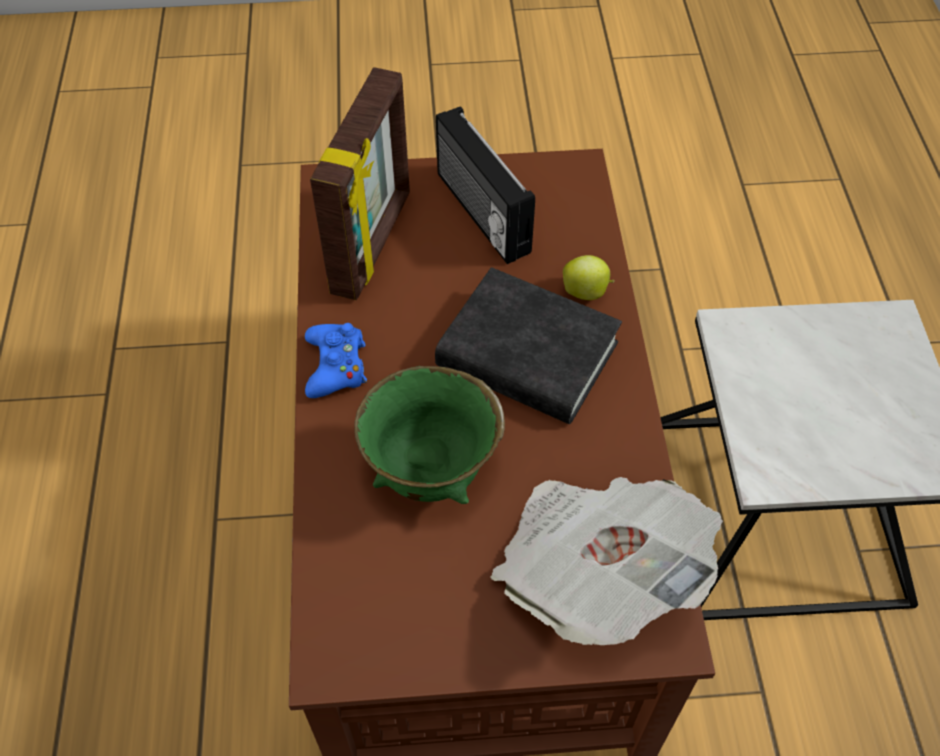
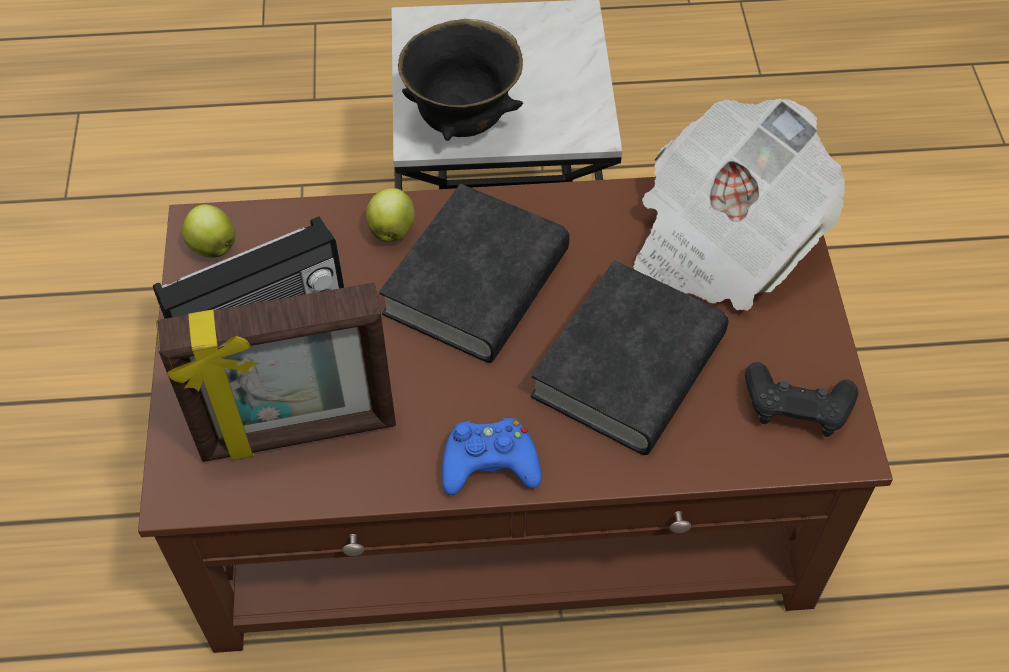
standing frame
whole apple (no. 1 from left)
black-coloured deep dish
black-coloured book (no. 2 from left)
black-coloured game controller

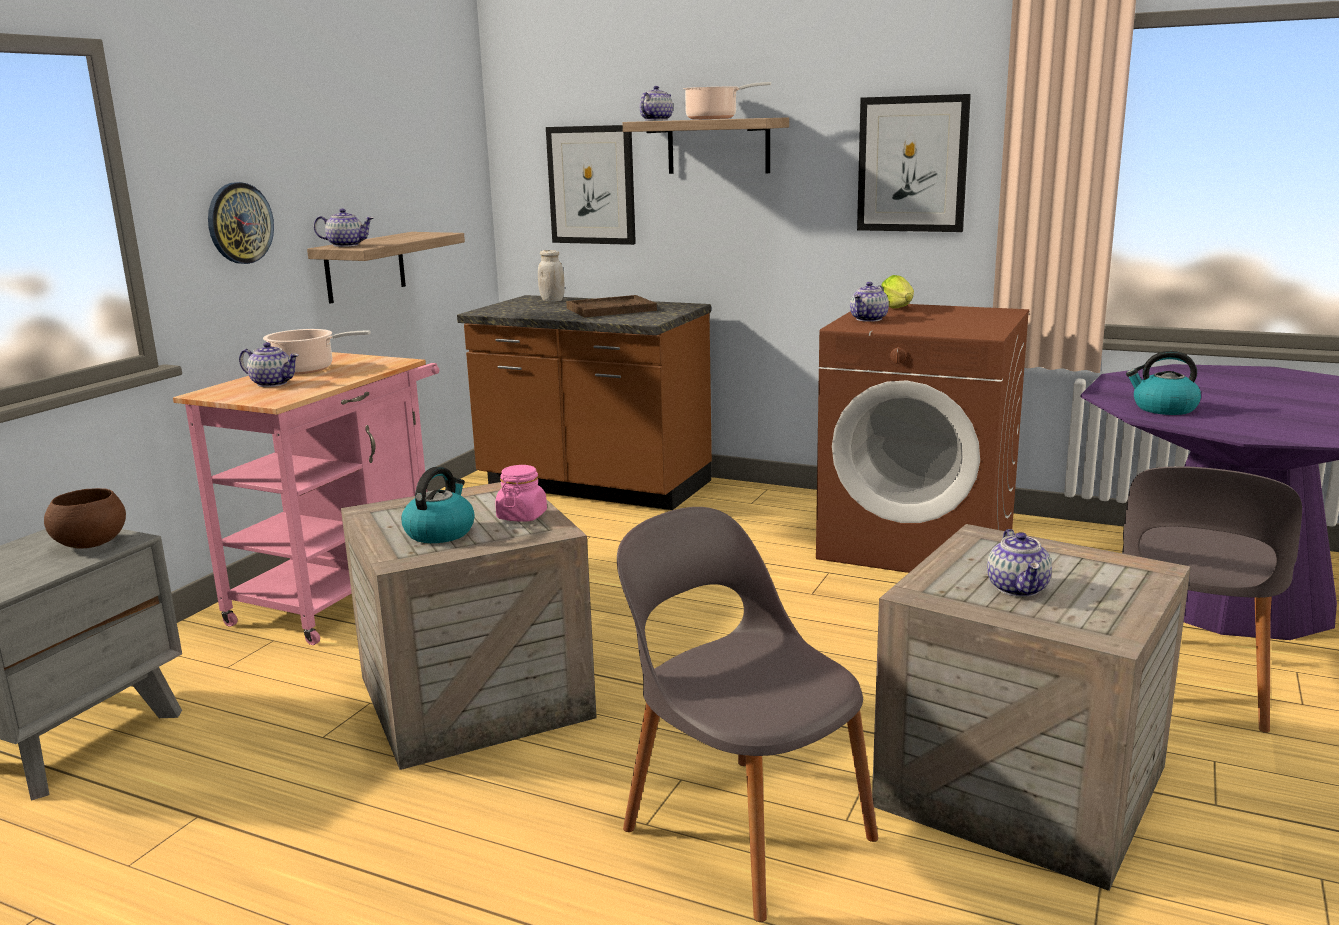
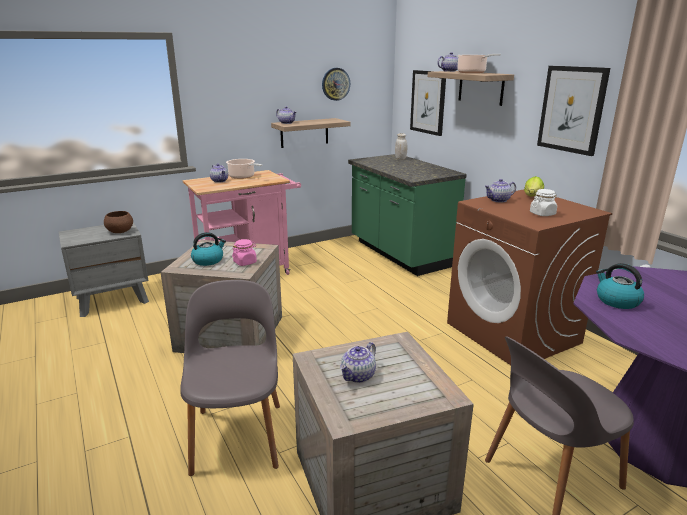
wall clock
green-coloured counter
white-coloured storage jar (no. 2 from left)
brown carrying tray

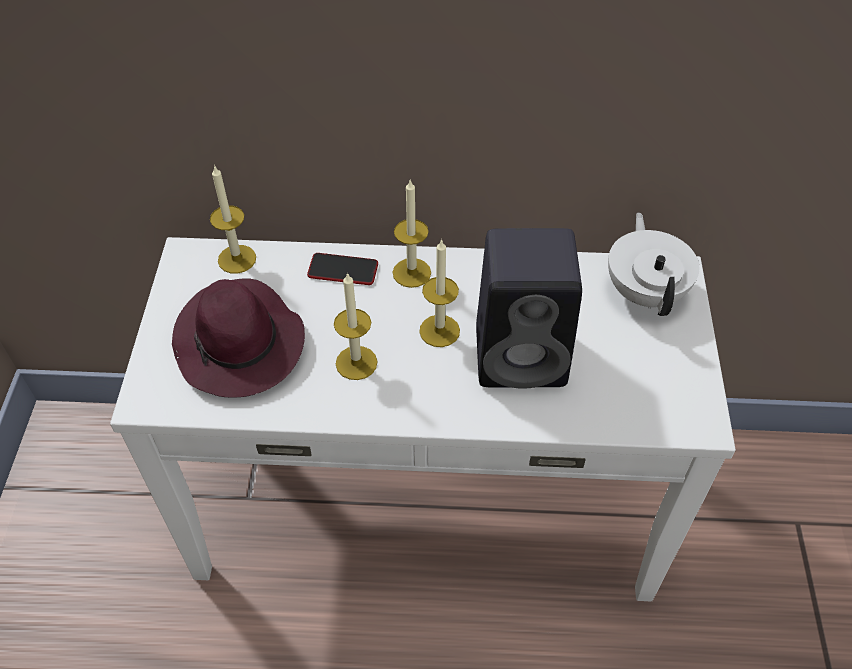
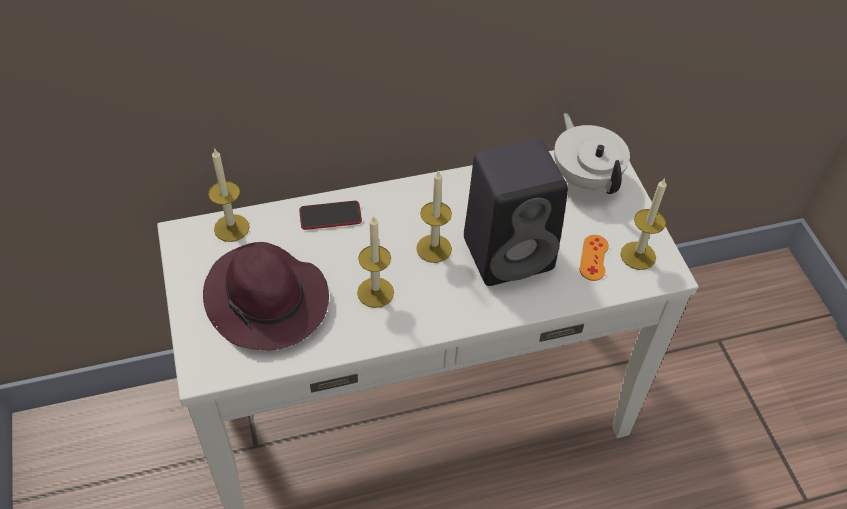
orange game controller
wax light (no. 4 from left)

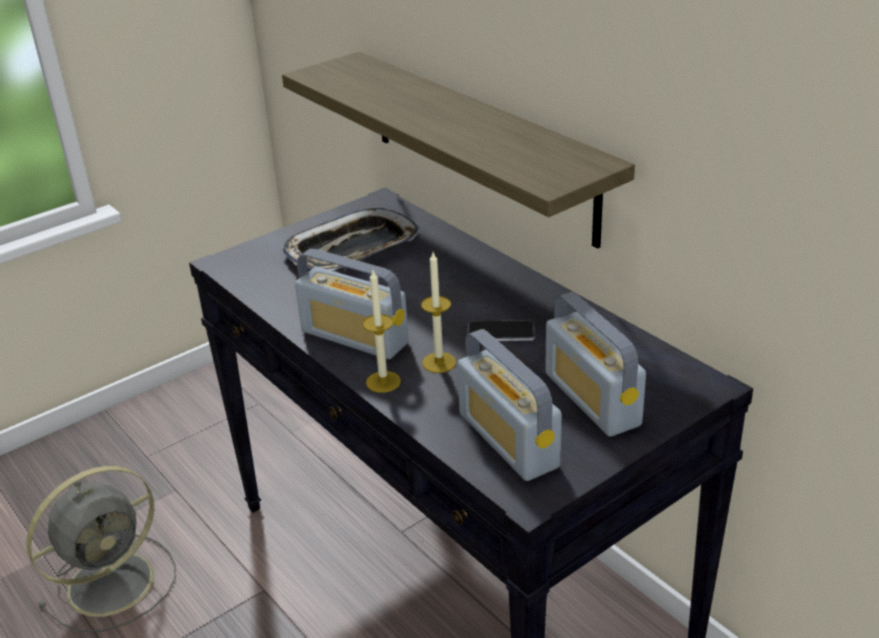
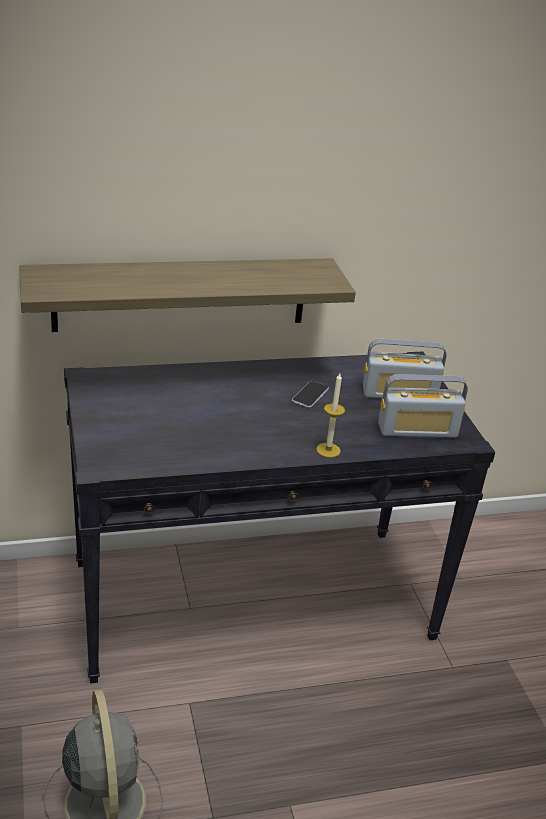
carrying tray
radio receiver (no. 1 from left in the first image)
wax light (no. 2 from left in the first image)

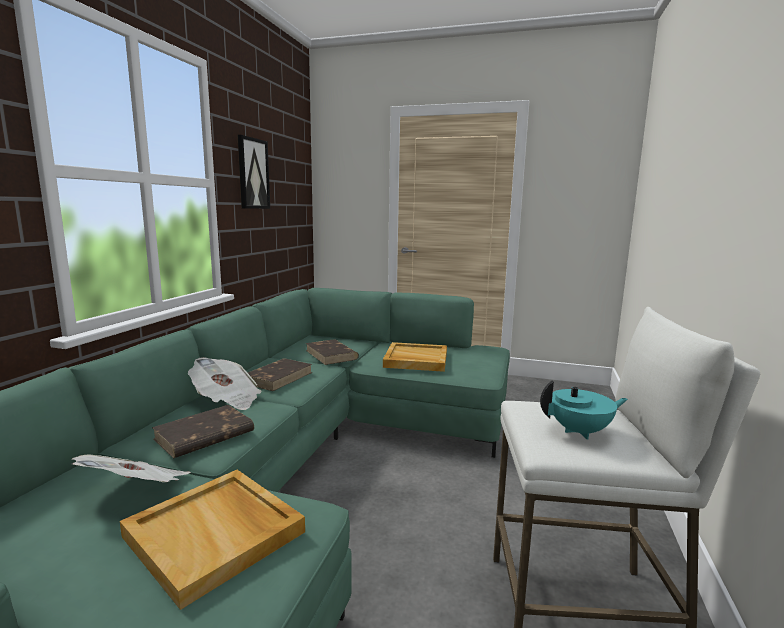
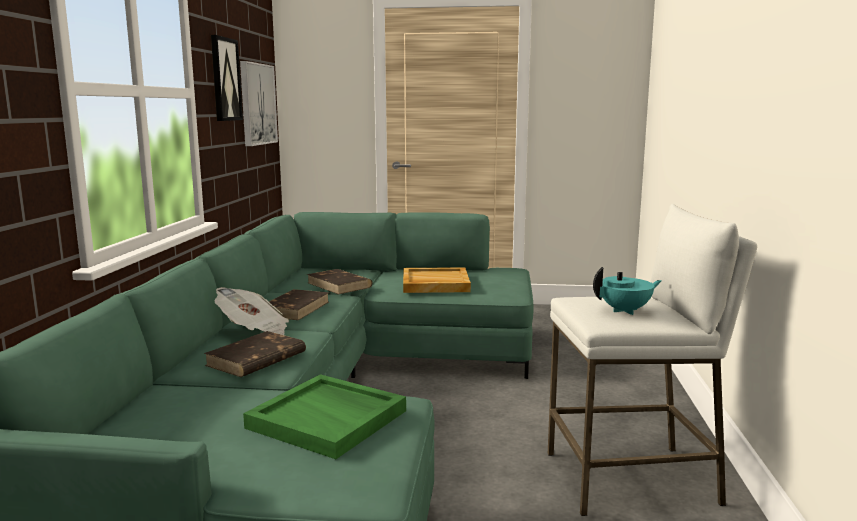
picture (no. 2 from left)
green-coloured carrying tray
daily paper (no. 1 from left in the first image)

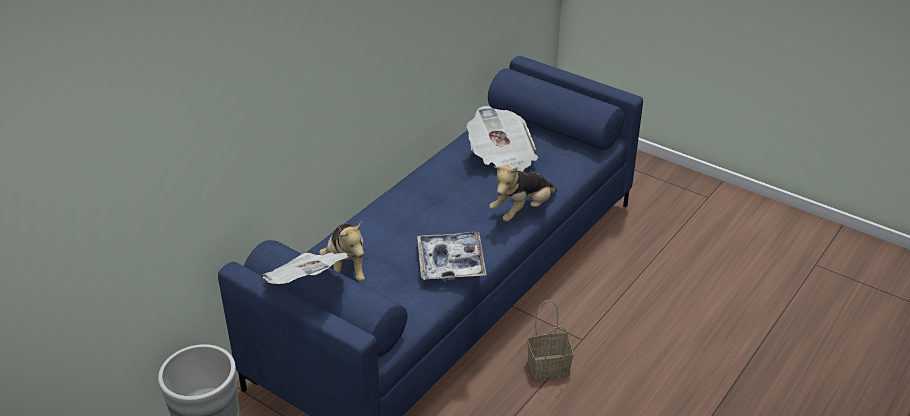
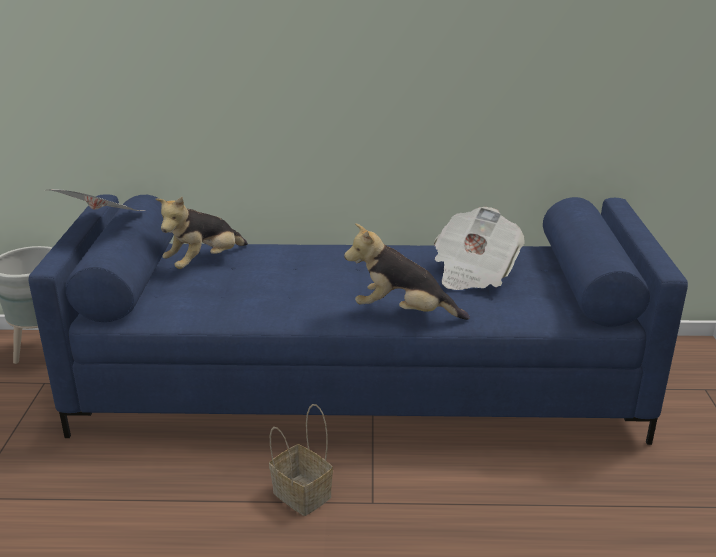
carrying tray

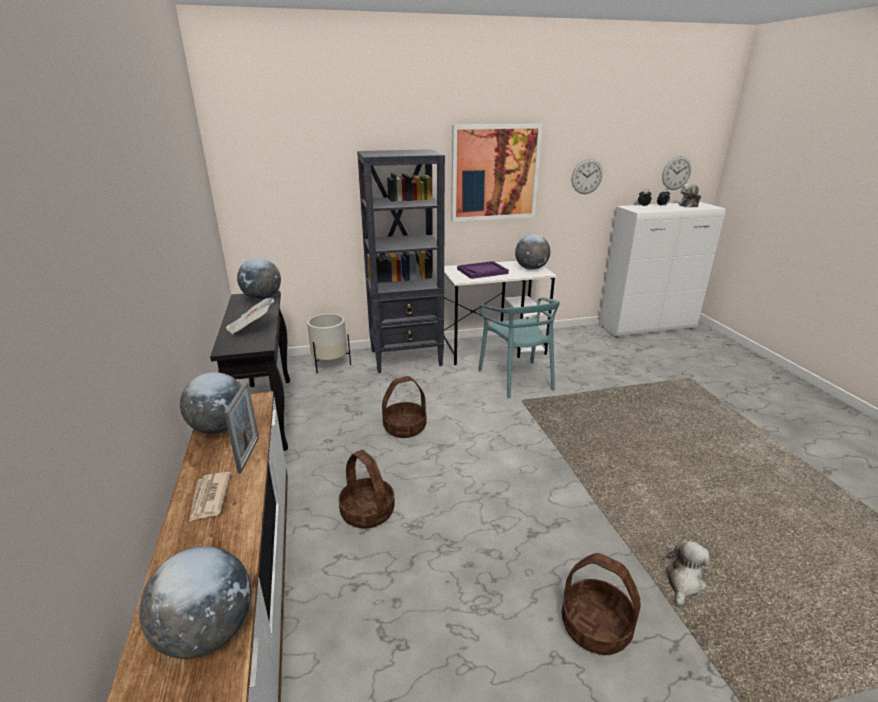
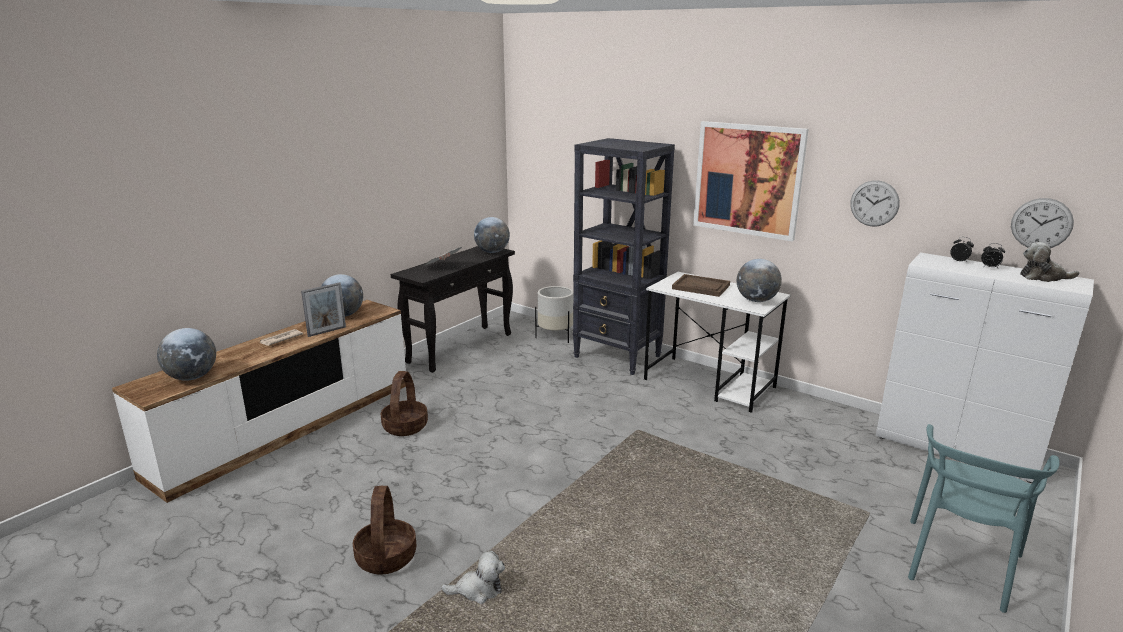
brown carrying tray
blue-green plain chair
storage basket (no. 2 from left in the first image)

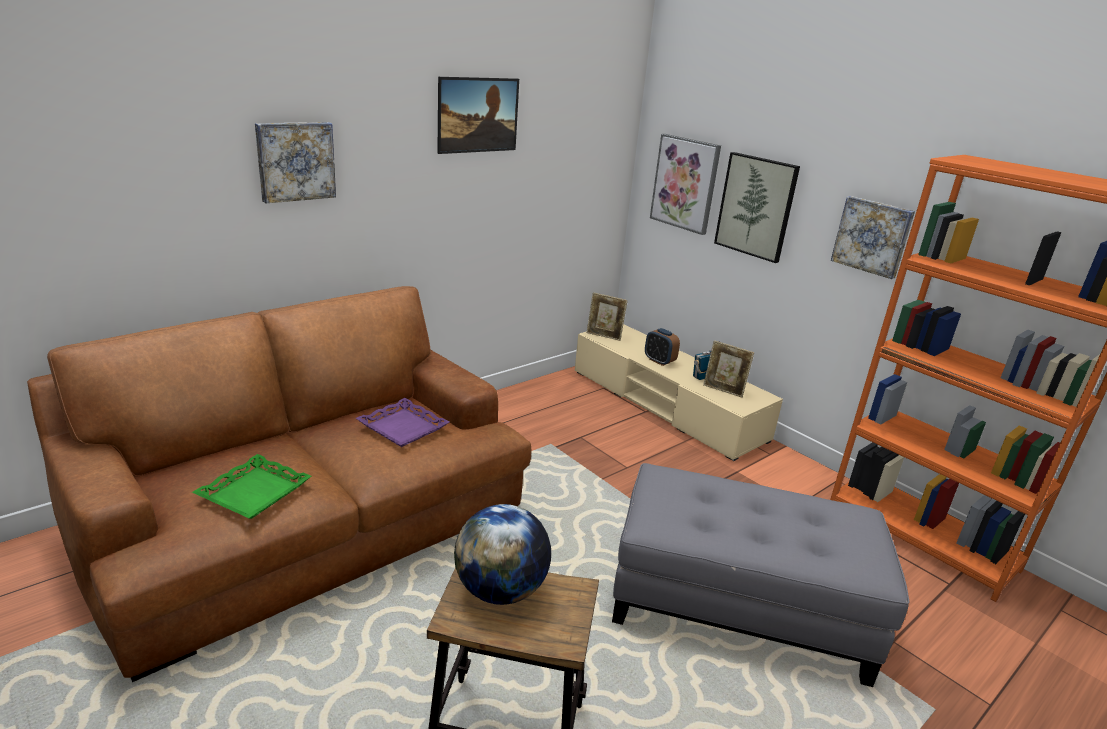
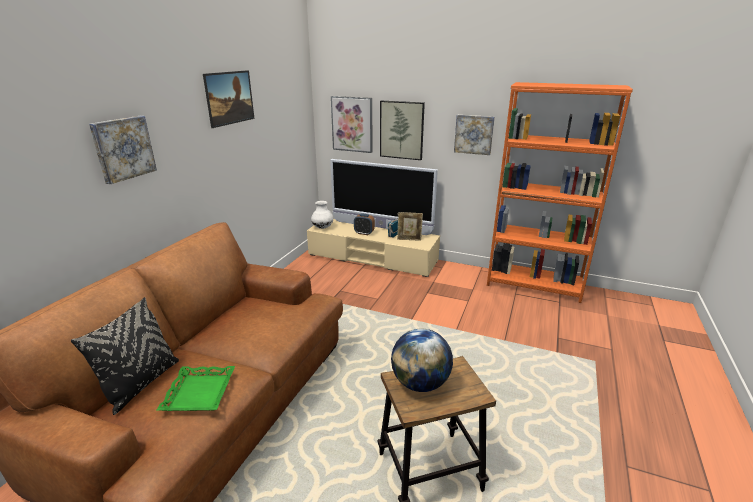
black-coloured throw pillow
white-coloured decorative vase
TV set
purplish carrying tray
greyish pouffe

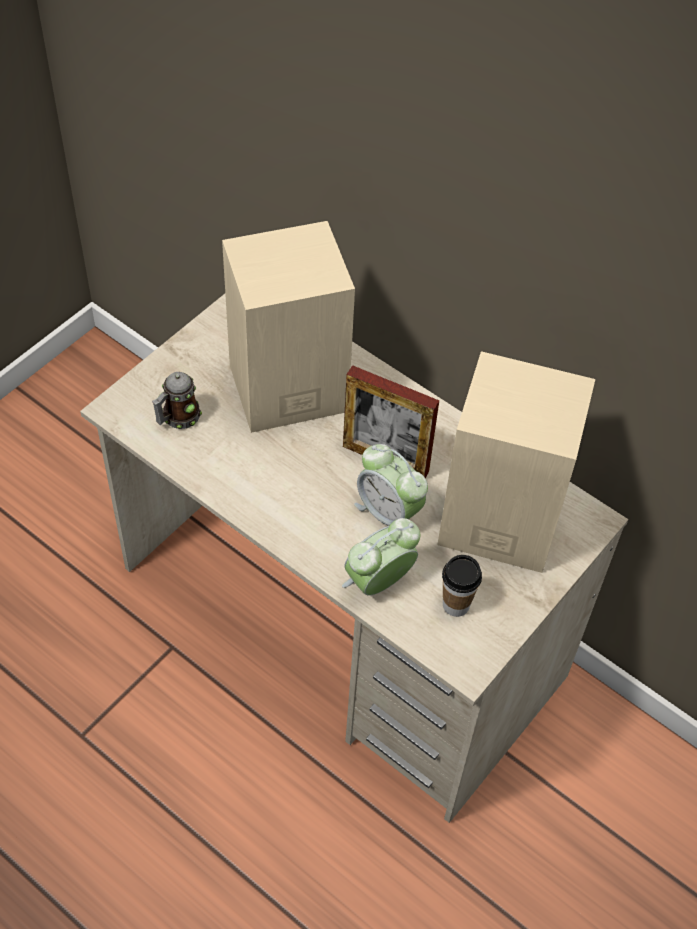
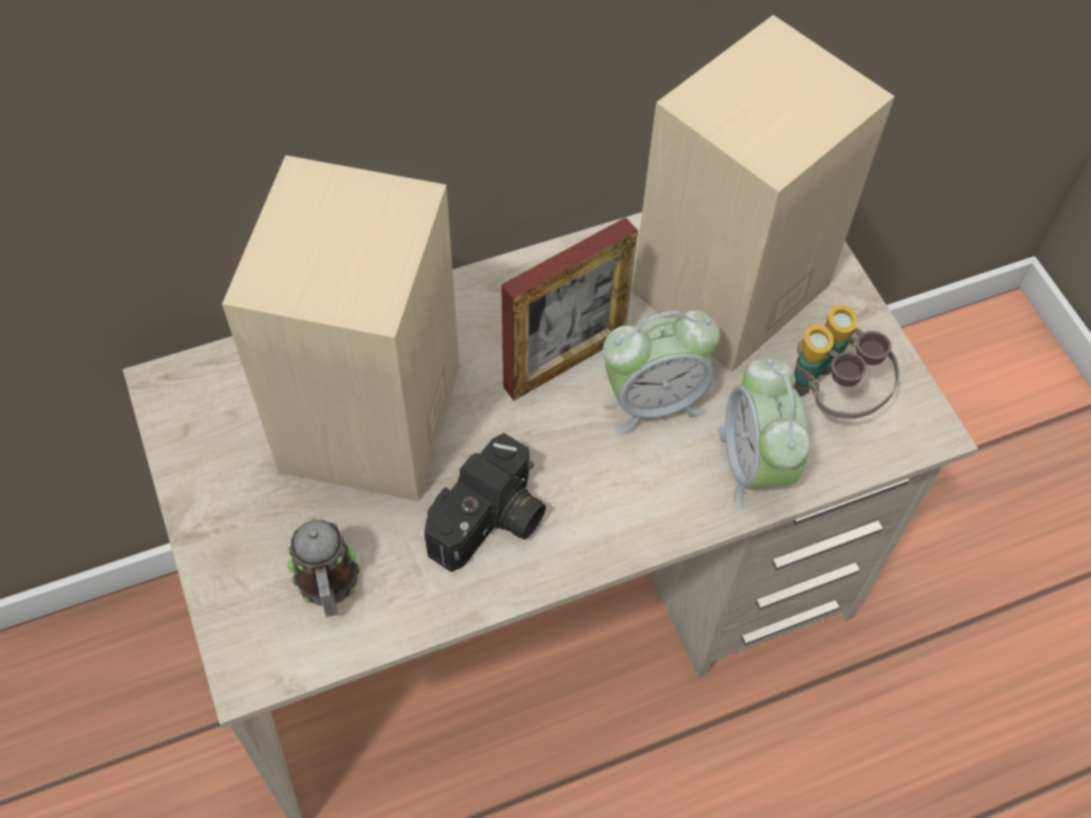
photo camera
binoculars

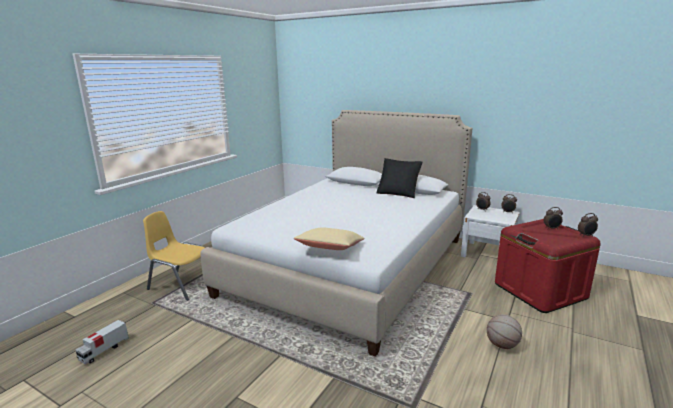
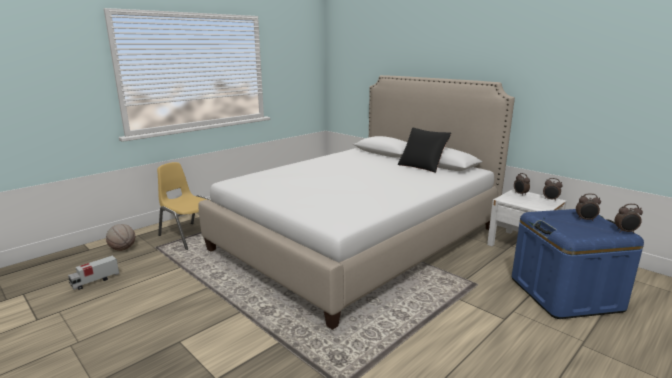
basketball ball
blue storage container
beige throw pillow

